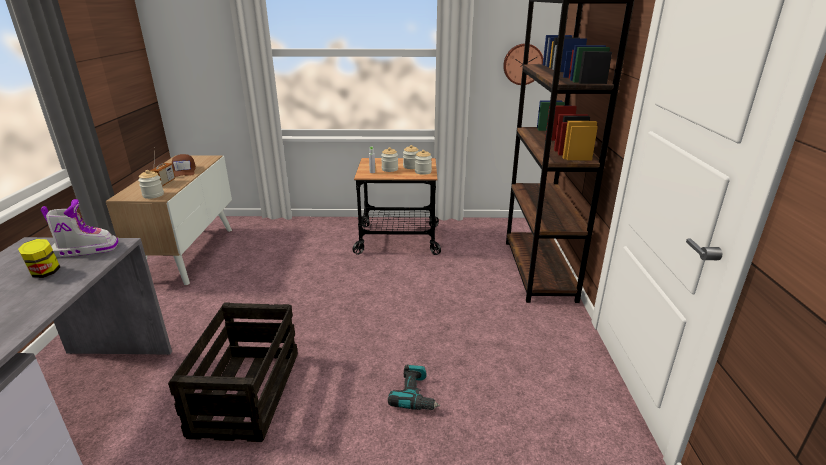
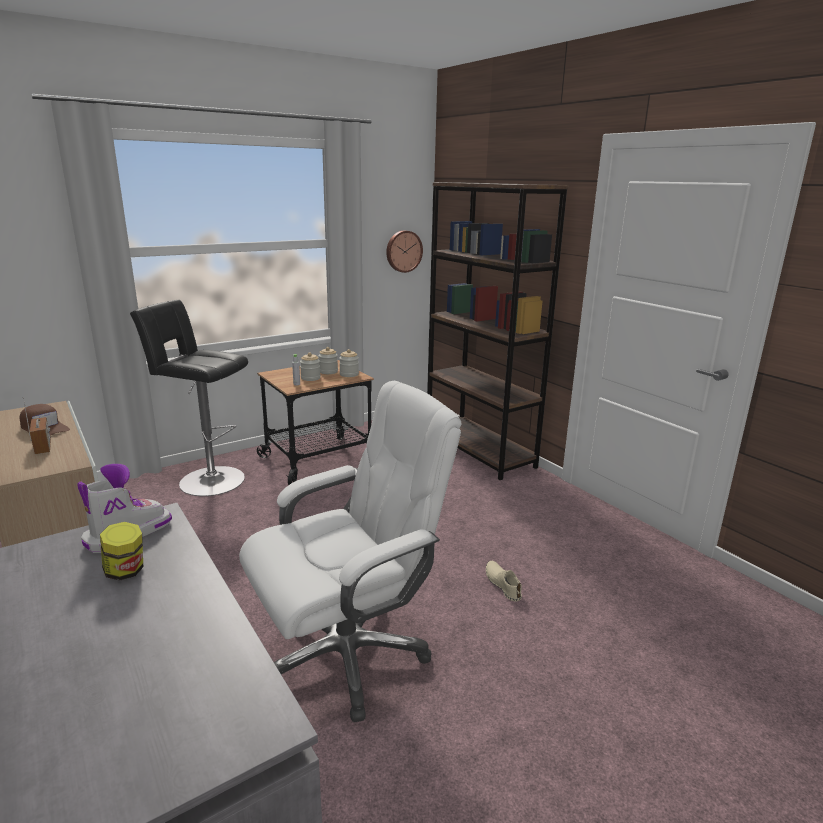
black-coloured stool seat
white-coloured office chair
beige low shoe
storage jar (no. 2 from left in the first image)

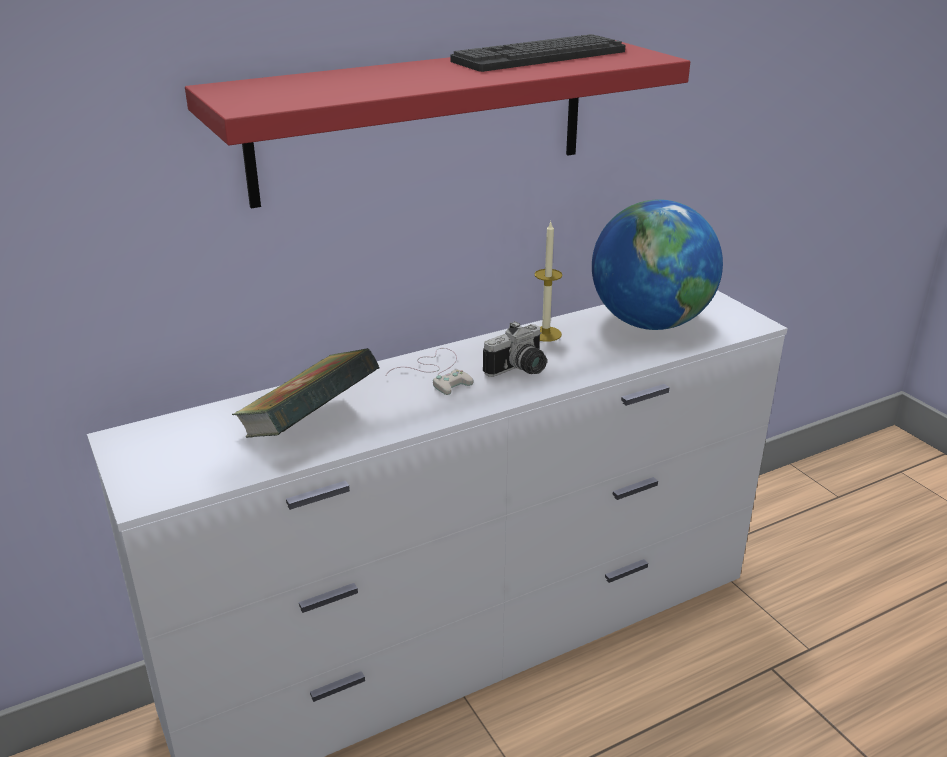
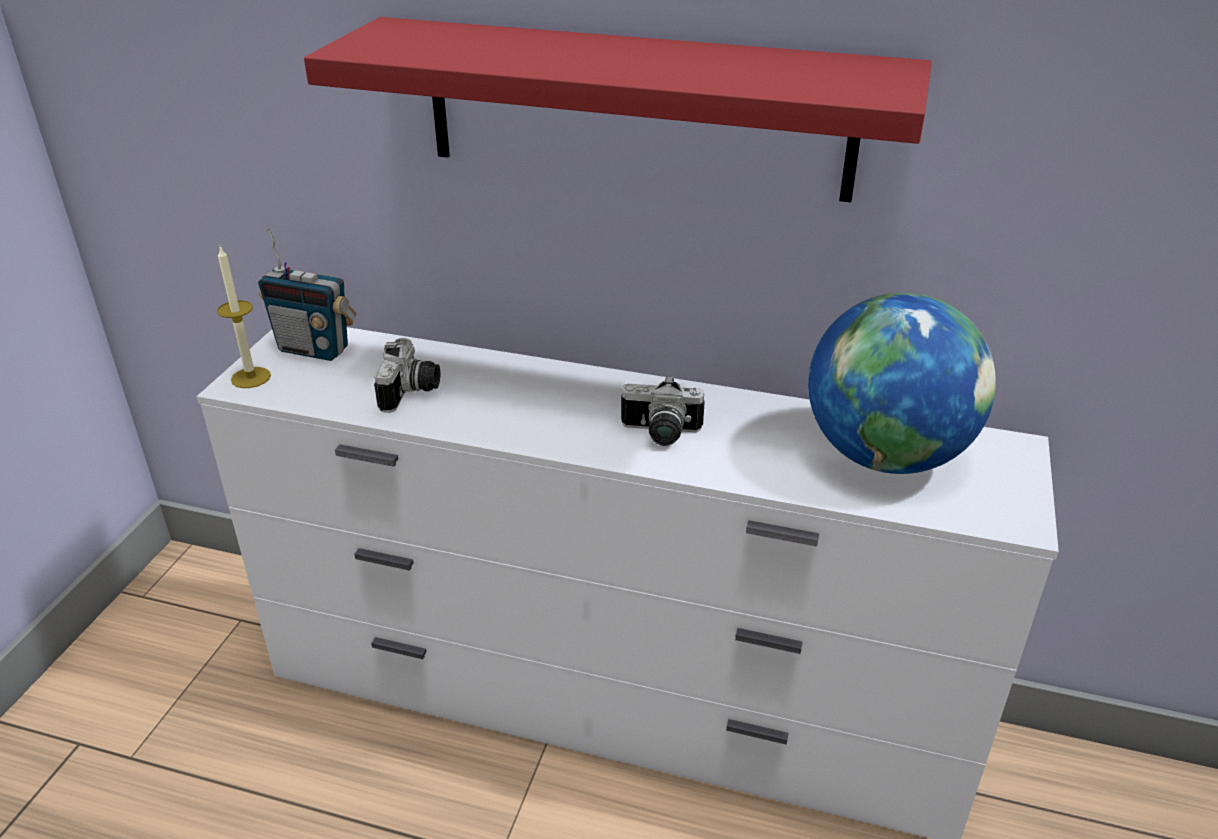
wax light
radio receiver
photo camera (no. 1 from left)
white-coloured game controller
PC keyboard

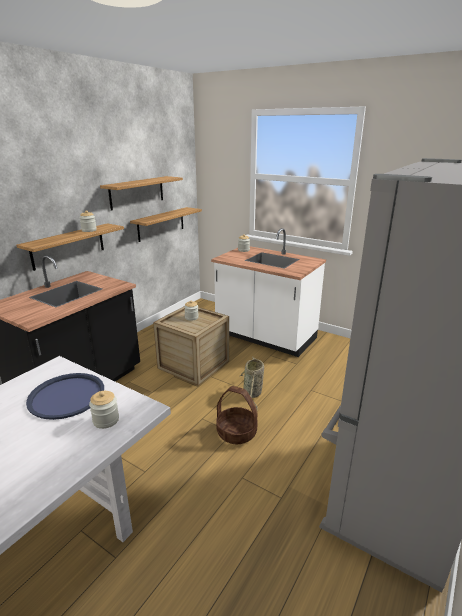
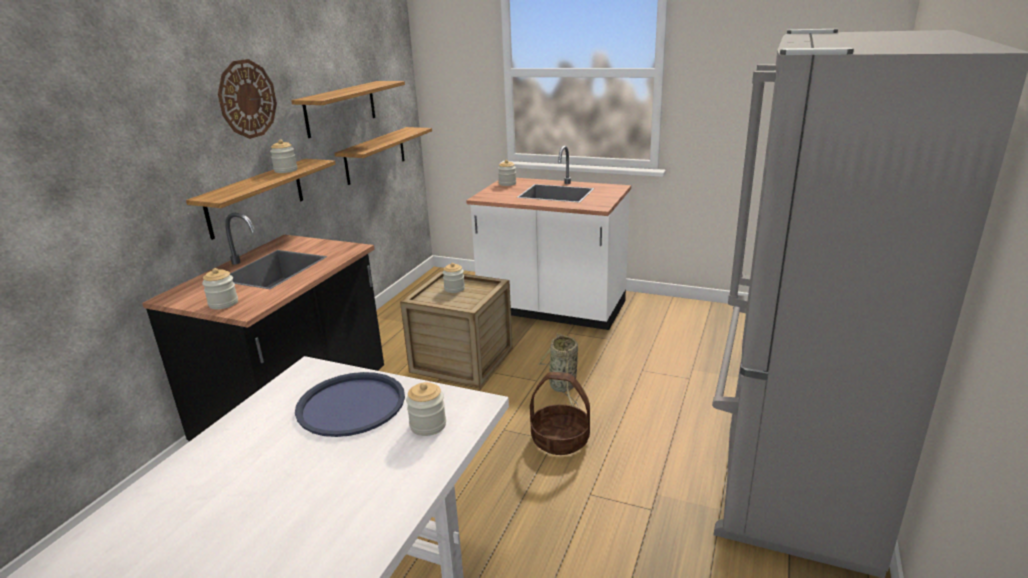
storage jar (no. 1 from left)
wall clock

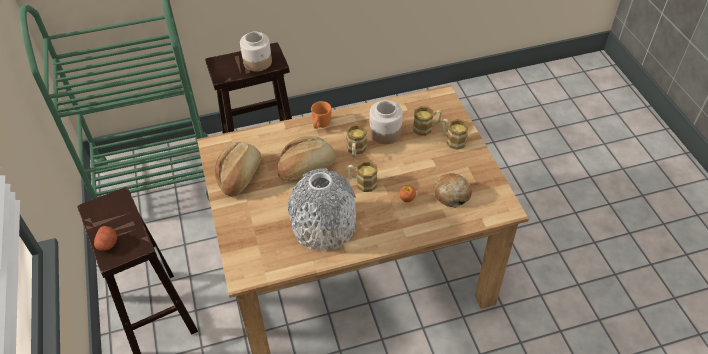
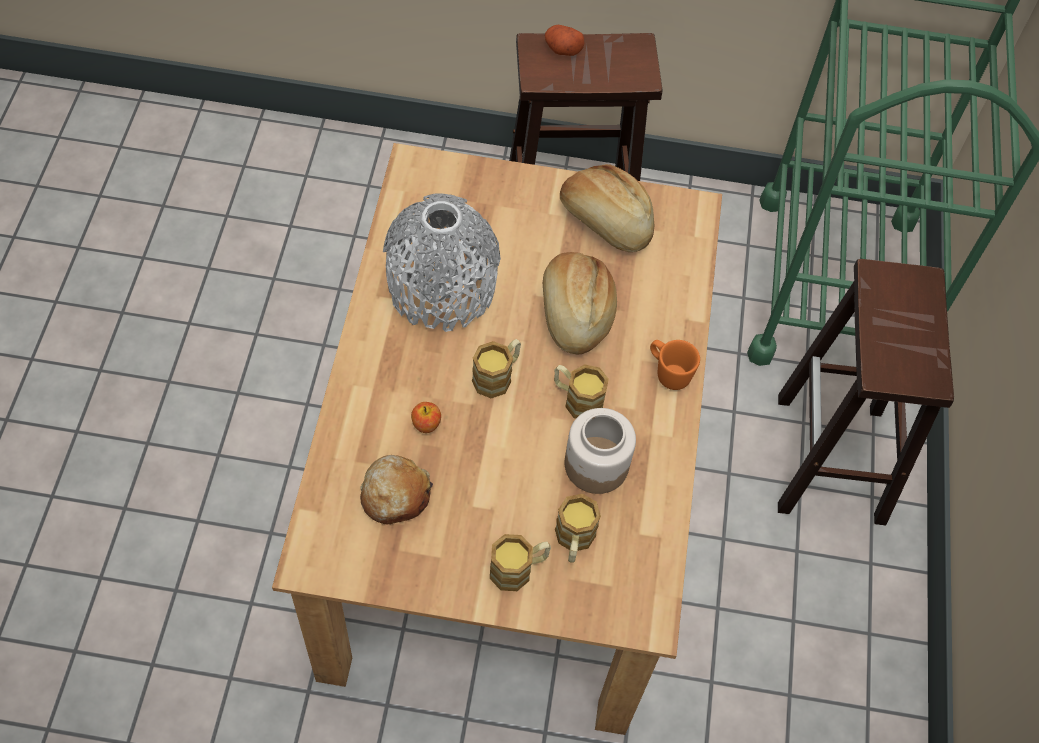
storage jar (no. 1 from left in the first image)

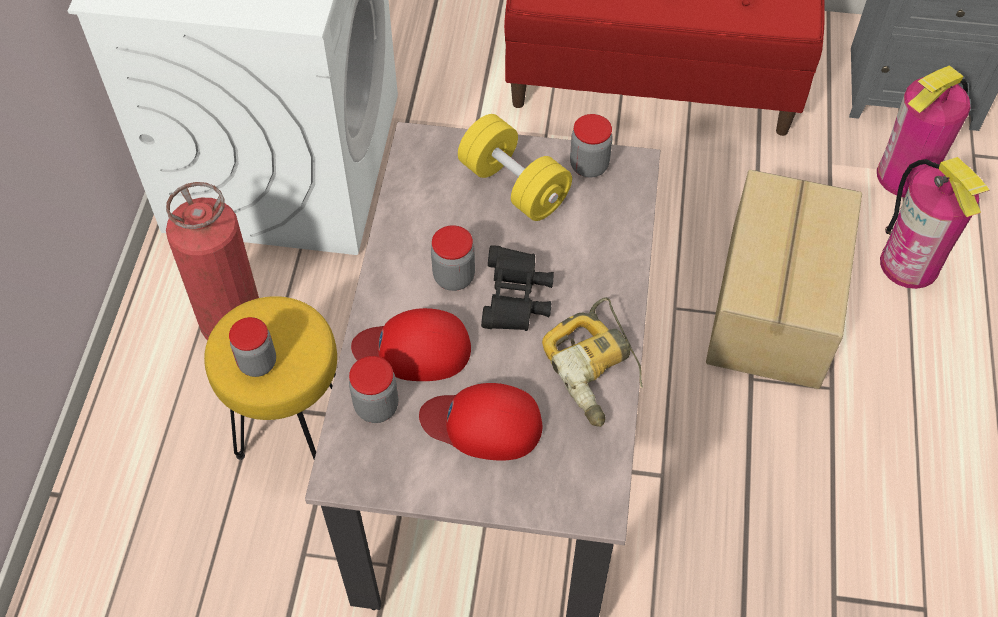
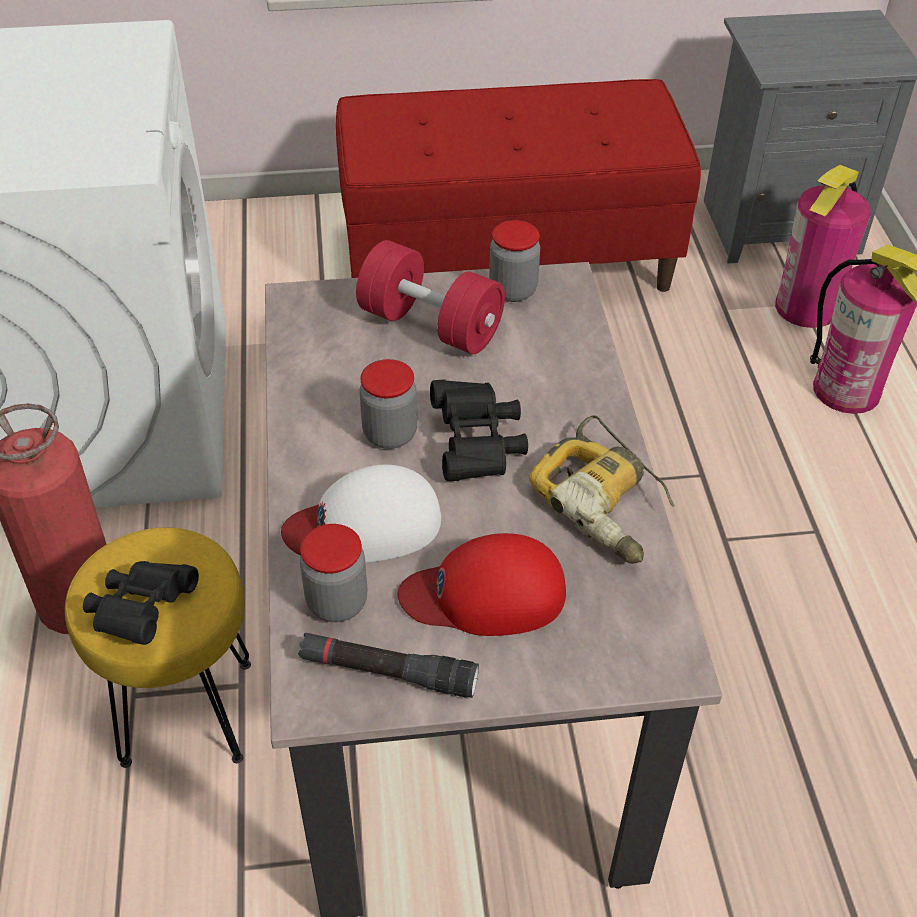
black-coloured binoculars (no. 1 from left)
white-coloured peaked cap
black-coloured torch
red dumbbell
cardboard box

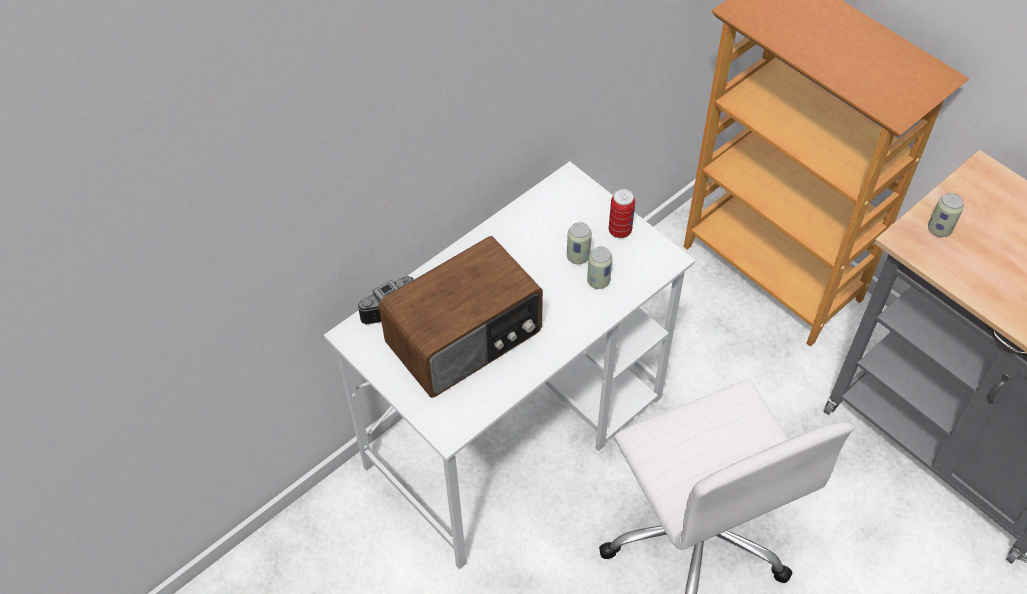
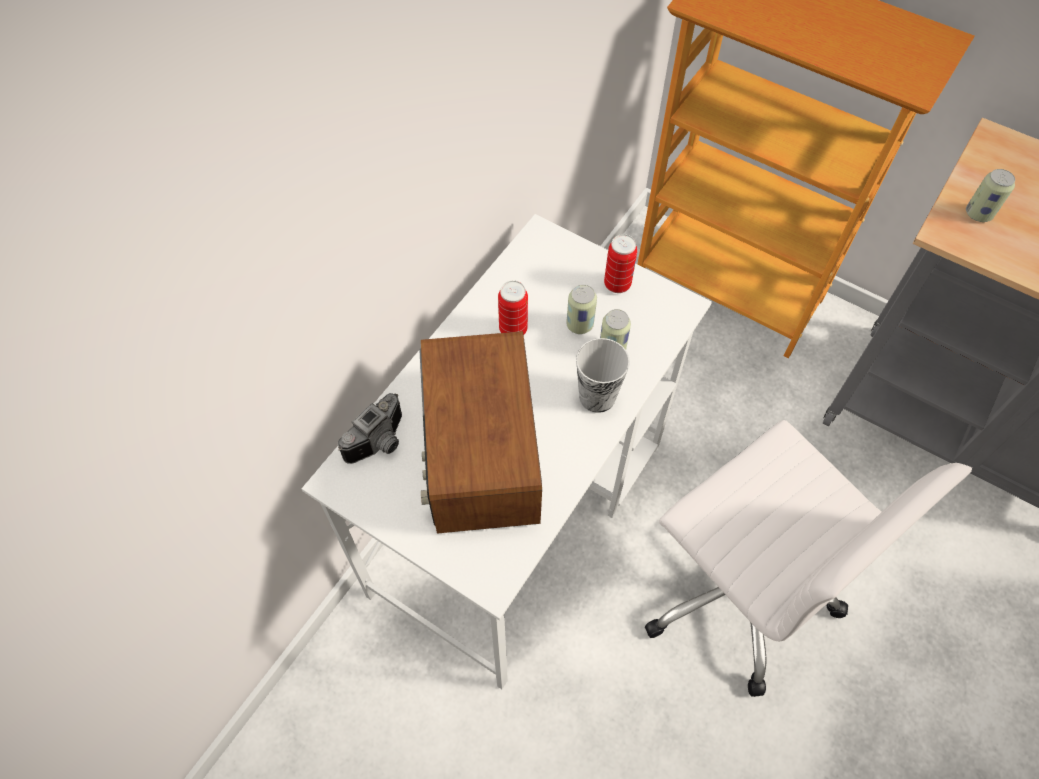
radio receiver
can (no. 1 from left)
drinking cup

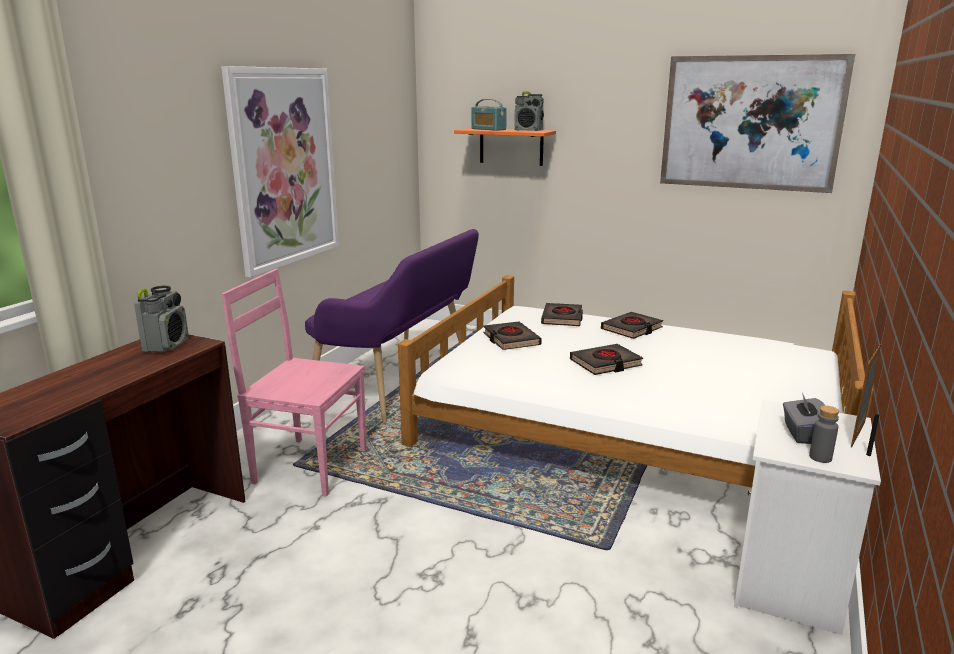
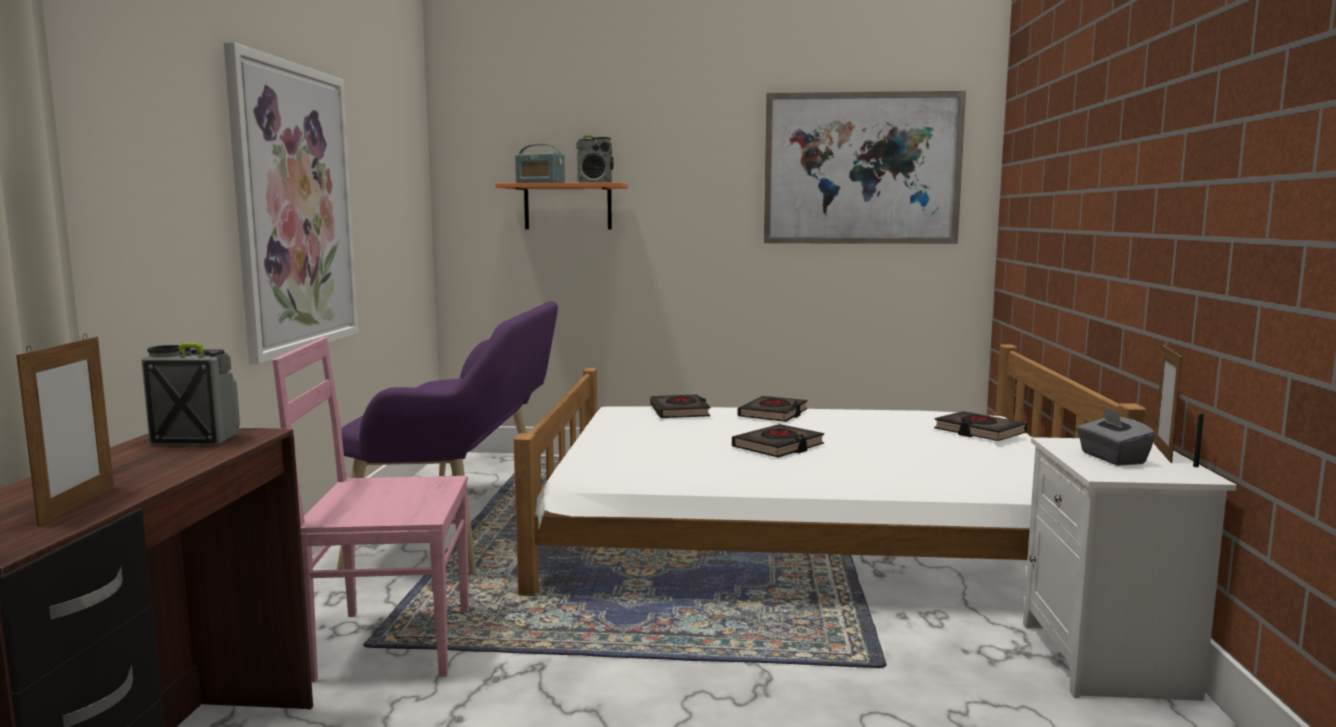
standing frame (no. 1 from left)
radio receiver (no. 1 from left)
black-coloured book (no. 4 from left)
greyish bottle

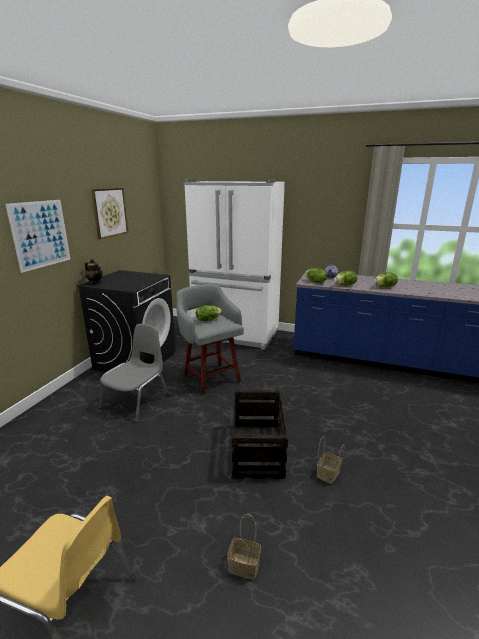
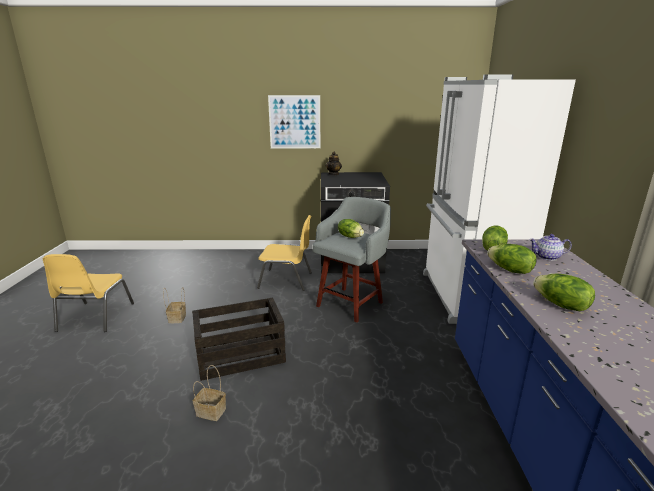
storage basket (no. 1 from left)
yellow-coloured plain chair (no. 2 from left)
picture (no. 2 from left in the first image)

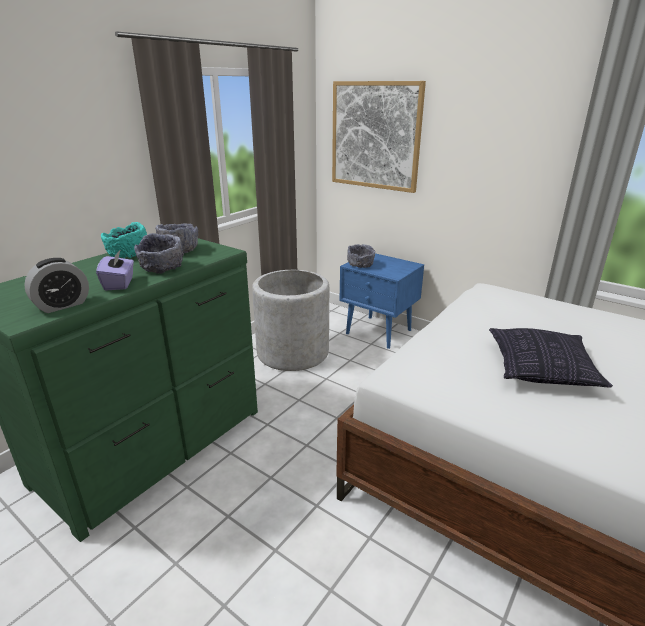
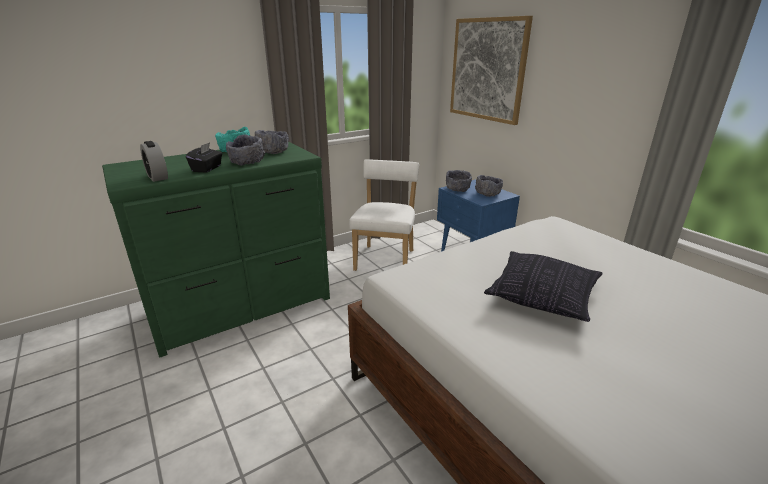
alarm clock
black-coloured tissue holder
white-coloured plain chair
greyish deep dish (no. 4 from left)

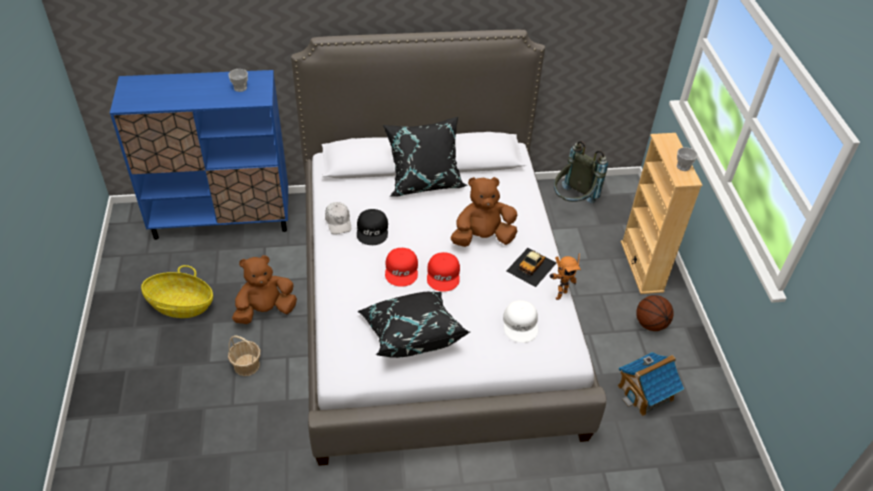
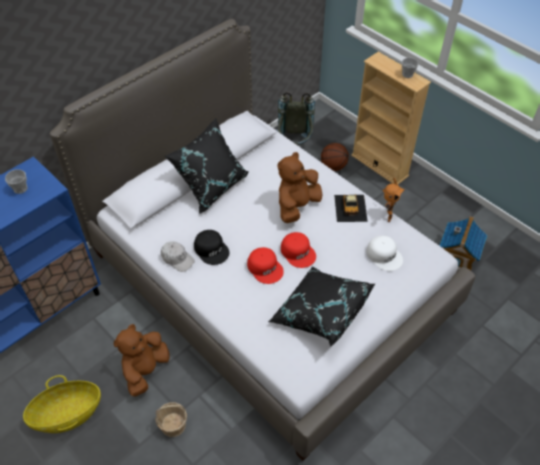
basketball ball

